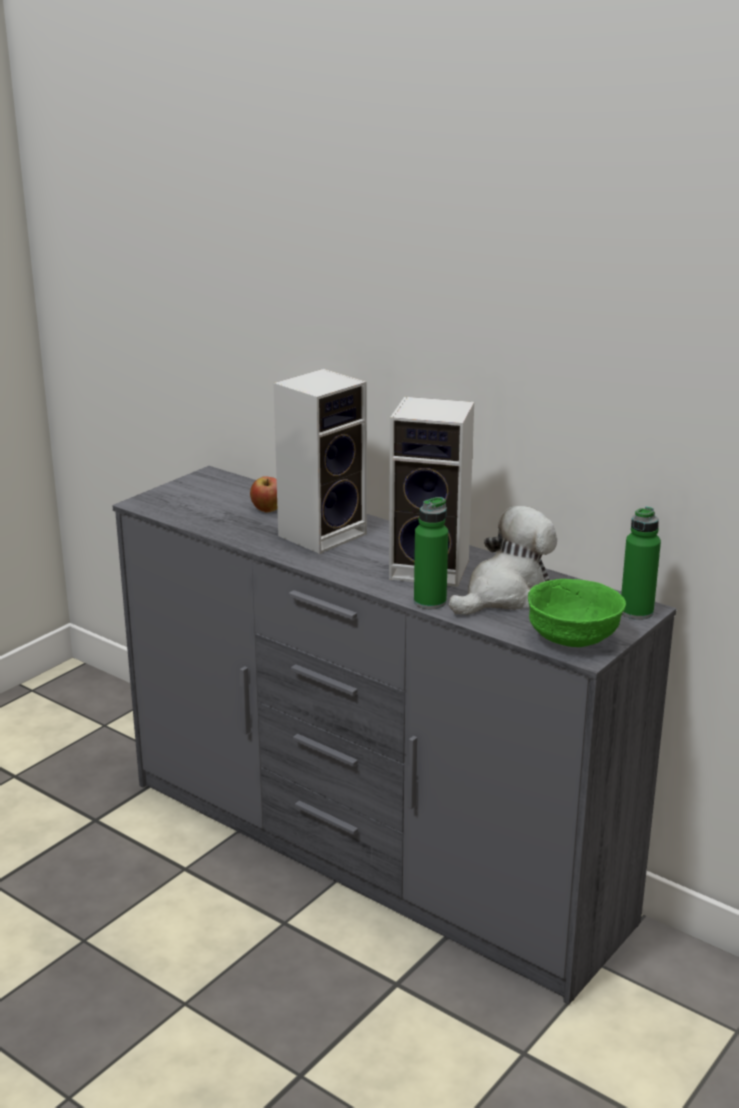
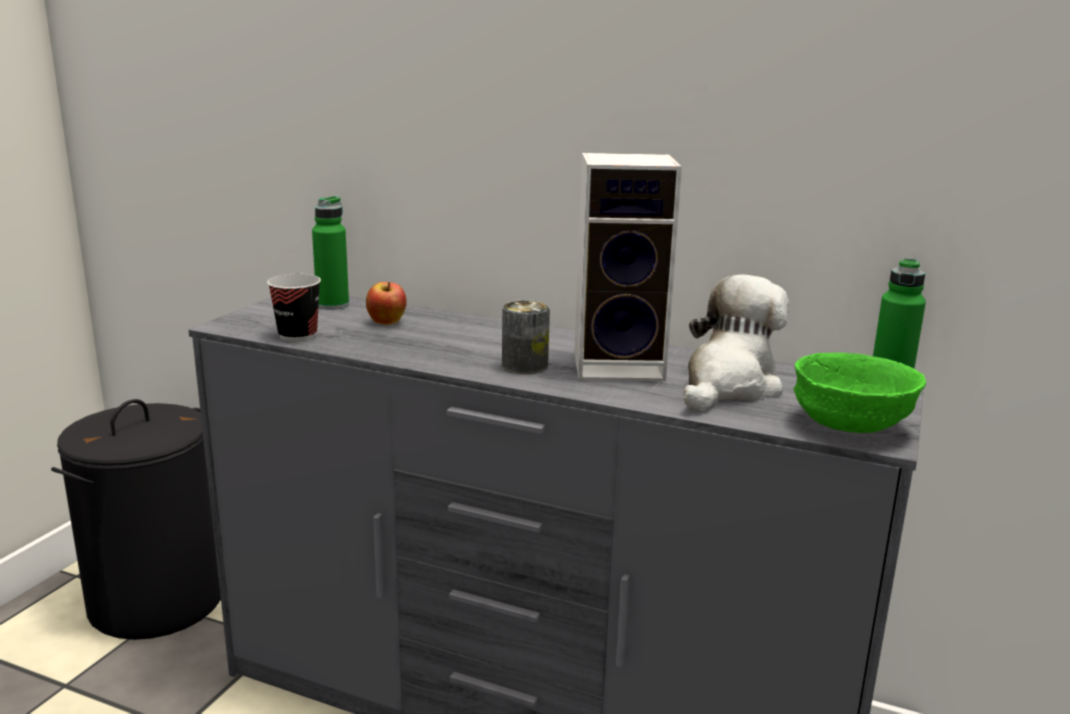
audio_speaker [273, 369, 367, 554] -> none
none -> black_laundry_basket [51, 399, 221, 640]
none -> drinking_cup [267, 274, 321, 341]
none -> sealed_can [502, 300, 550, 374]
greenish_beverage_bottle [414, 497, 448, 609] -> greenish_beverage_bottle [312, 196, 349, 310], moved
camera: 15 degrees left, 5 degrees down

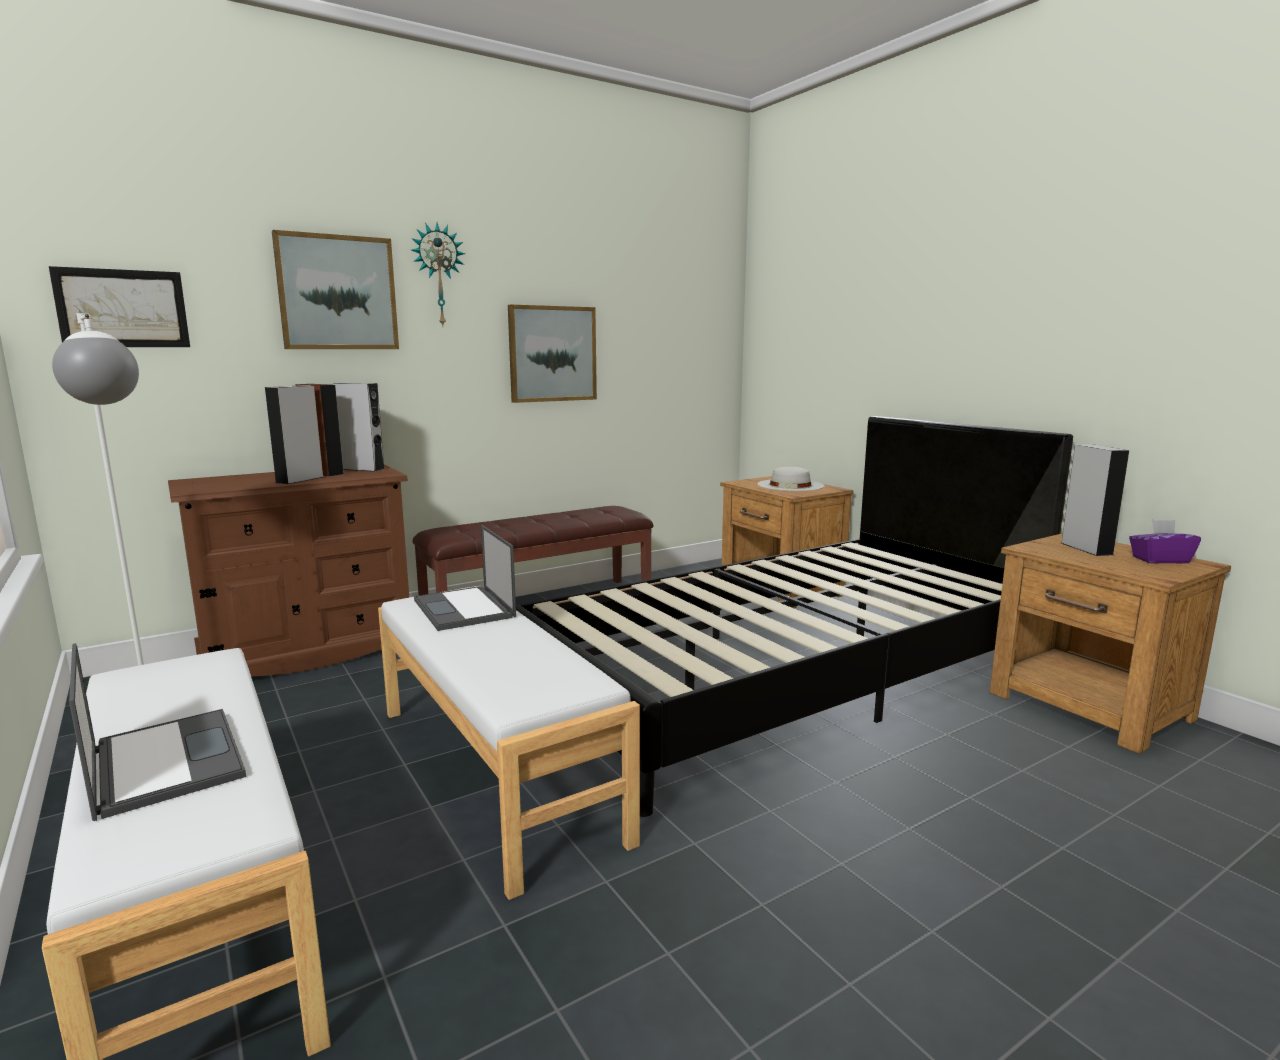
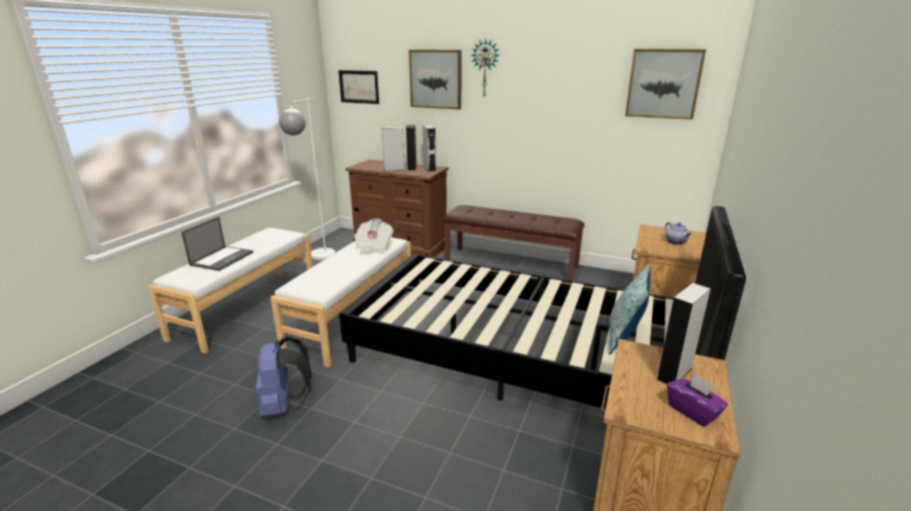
none -> bluish_rucksack [255, 336, 311, 417]
none -> throw_pillow [608, 264, 650, 354]
wall_picture [508, 305, 597, 403] -> wall_picture [625, 49, 706, 120], moved
portable_computer [414, 525, 516, 631] -> newspaper [354, 219, 393, 255]
white-coloured_wearable_hat [757, 467, 824, 491] -> pot_for_tea [665, 222, 692, 245]
camera: 55 degrees right, 10 degrees up

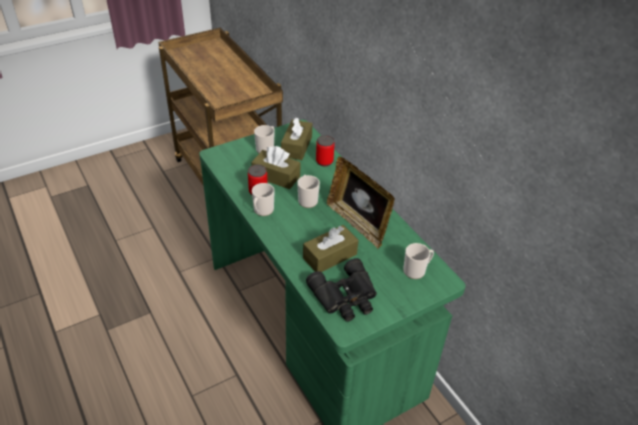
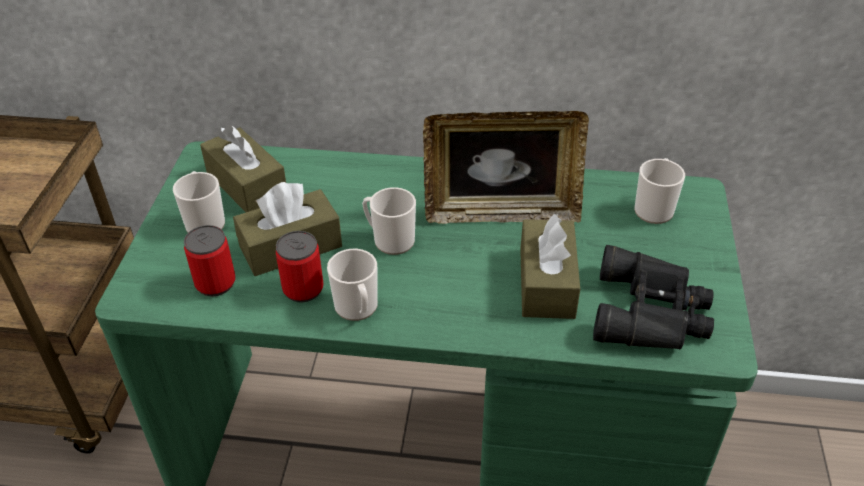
sealed_can [316, 135, 335, 166] -> sealed_can [184, 225, 235, 296], moved
camera: 50 degrees left, 0 degrees up

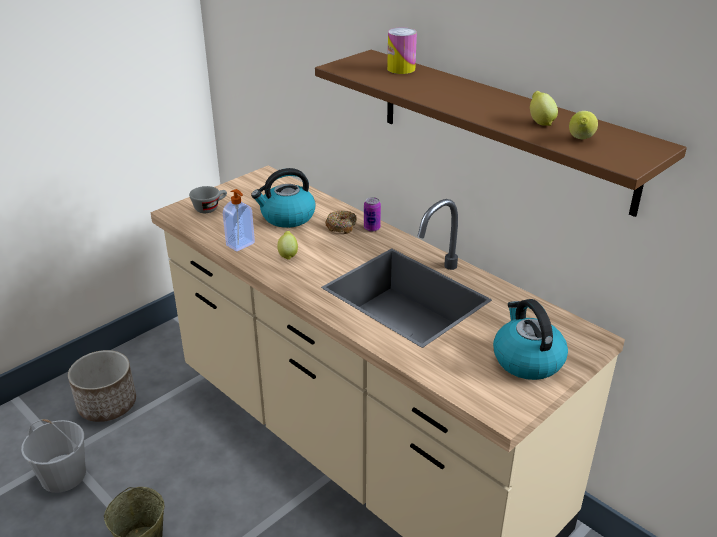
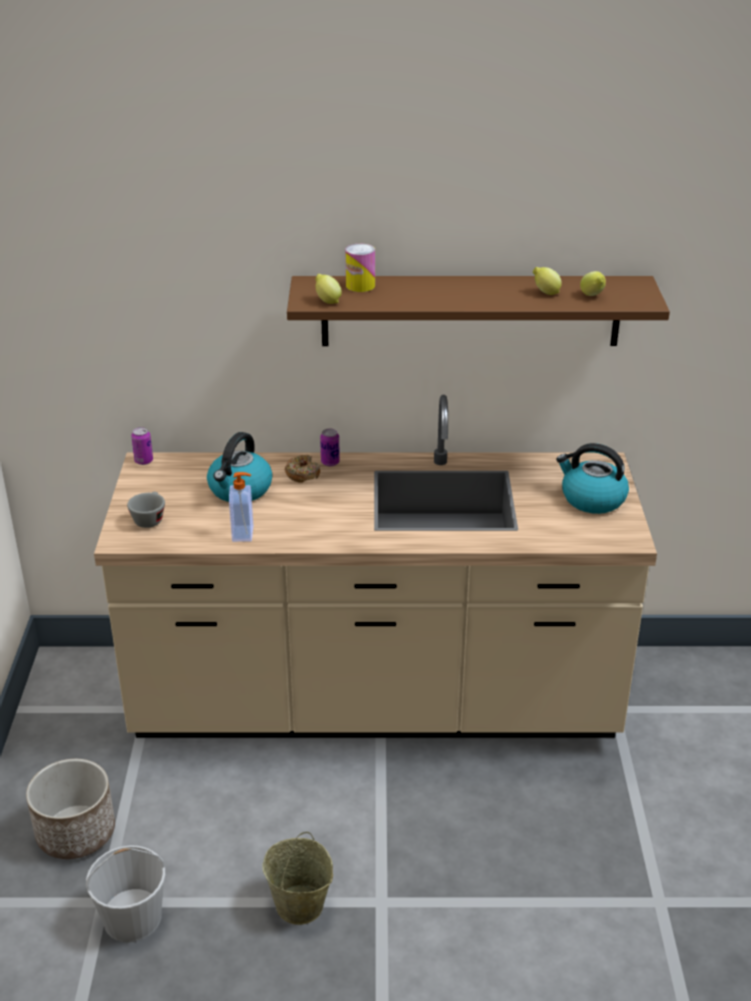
none -> sealed_can [131, 427, 153, 465]
citrus_fruit [277, 231, 298, 260] -> citrus_fruit [315, 274, 342, 304], moved
camera: 45 degrees left, 0 degrees up

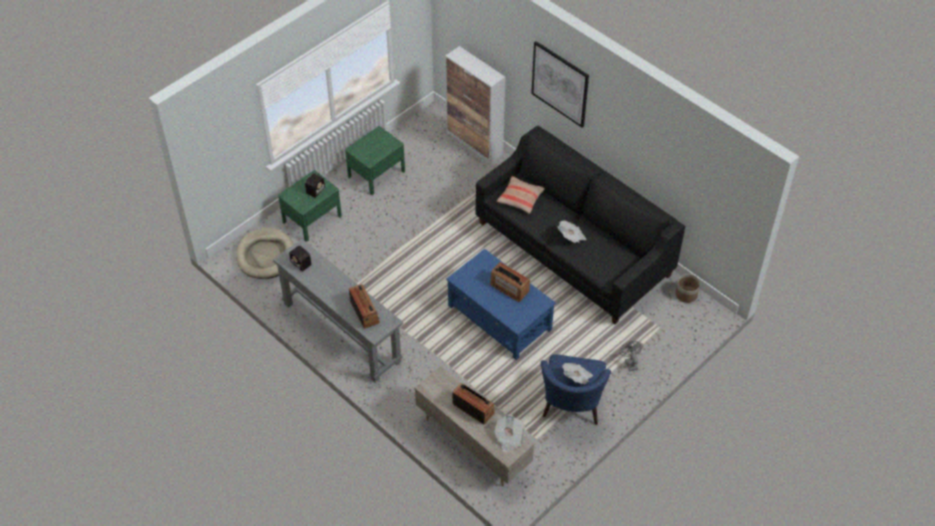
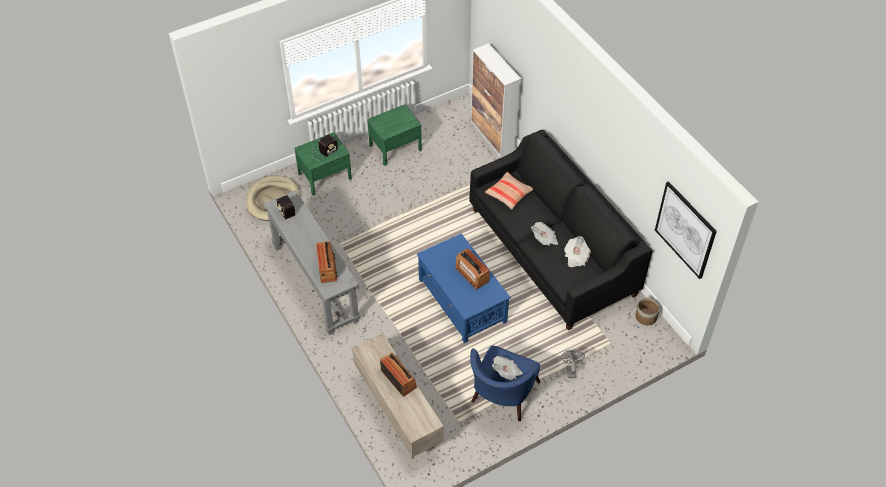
newspaper [494, 414, 525, 452] -> newspaper [564, 236, 591, 267], moved
wall_picture [531, 41, 589, 128] -> wall_picture [655, 181, 717, 279], moved
camera: 15 degrees right, 0 degrees up

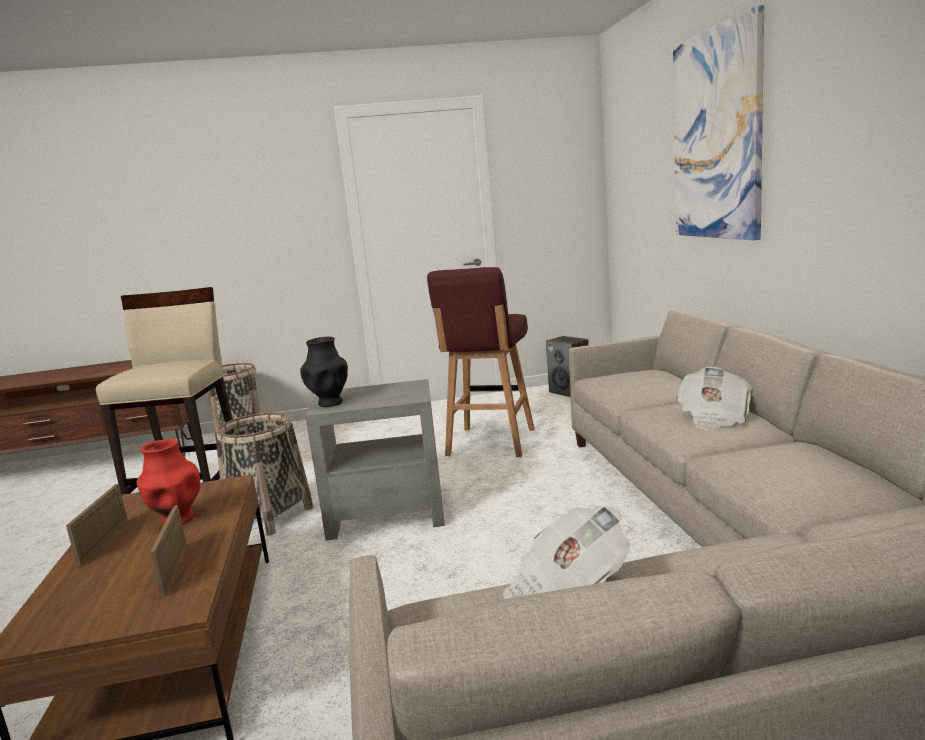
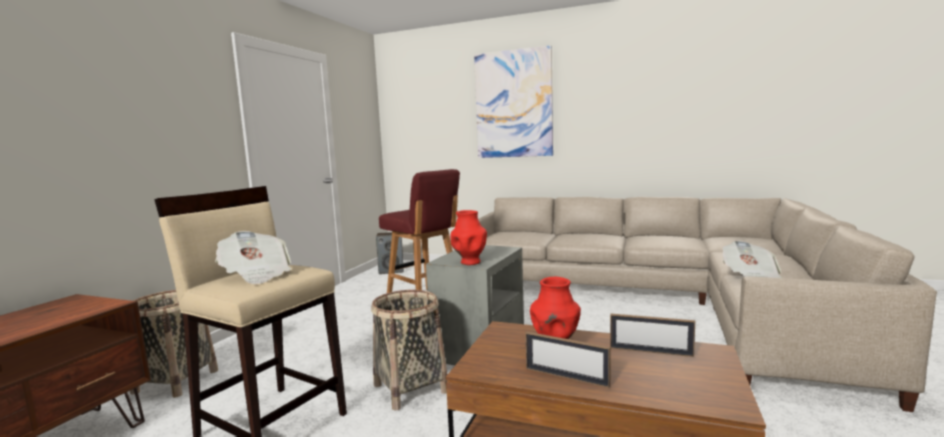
newspaper [676, 367, 752, 430] -> newspaper [216, 231, 292, 284], moved
black_vase [300, 337, 348, 407] -> reddish_vase [450, 210, 487, 265]
camera: 60 degrees left, 5 degrees down

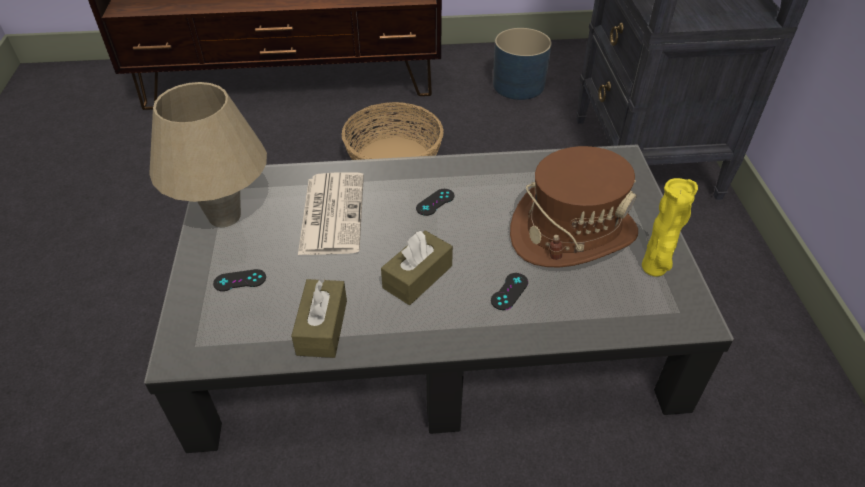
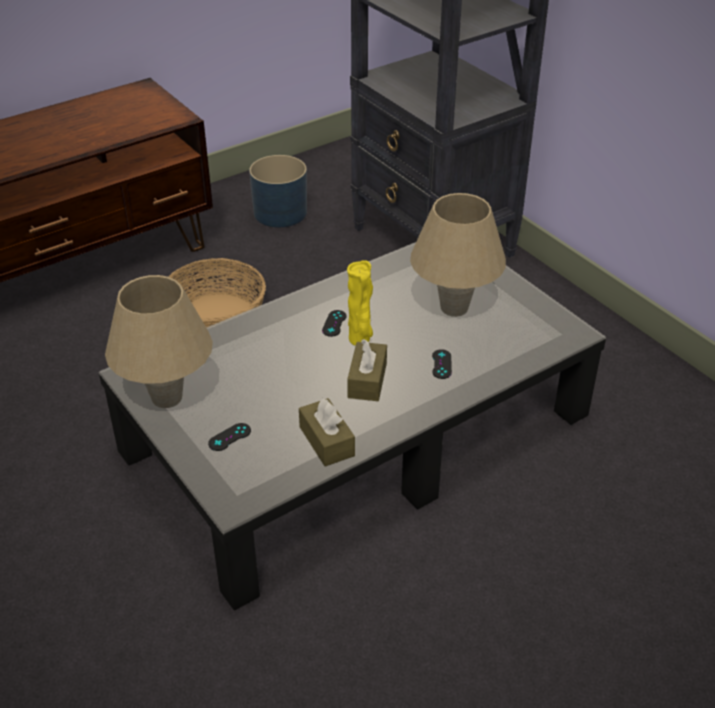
newspaper [298, 172, 364, 255] -> none
yellow-coloured_vase [642, 178, 698, 276] -> yellow-coloured_vase [347, 260, 373, 346], moved
brown-coloured_wearable_hat [510, 146, 638, 268] -> beige_lamp_for_a_table [410, 193, 506, 317]
camera: 30 degrees left, 5 degrees down

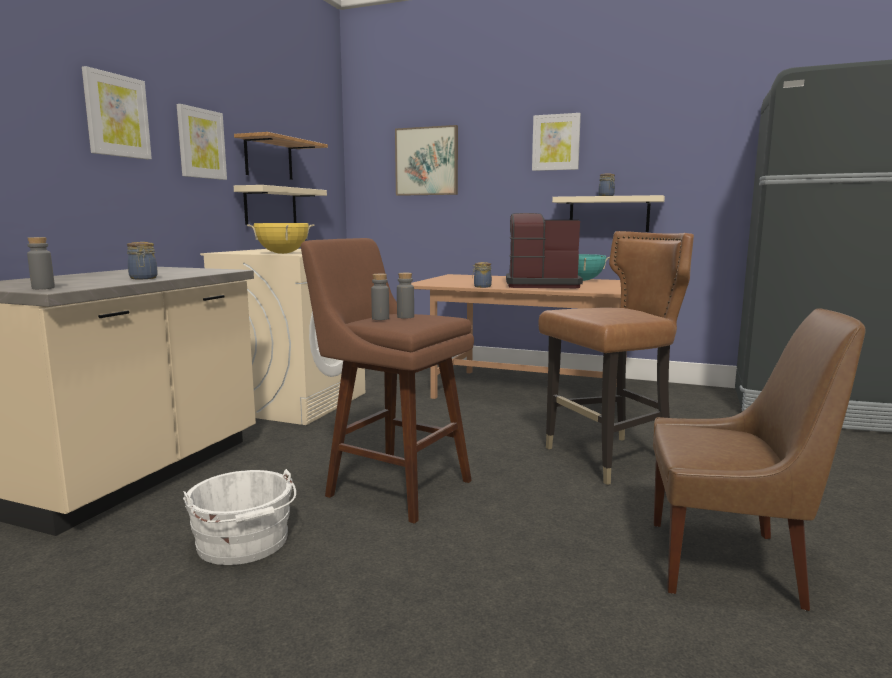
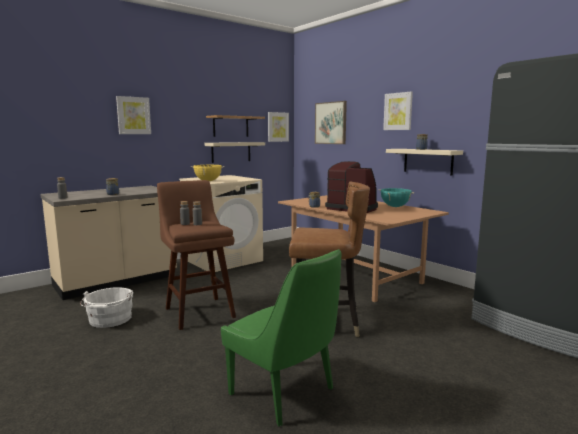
wall_picture [177, 104, 227, 180] -> wall_picture [268, 112, 289, 142], moved
brown-coloured_upright_chair [653, 308, 866, 611] -> greenish_upright_chair [221, 249, 341, 426]
camera: 30 degrees right, 0 degrees up

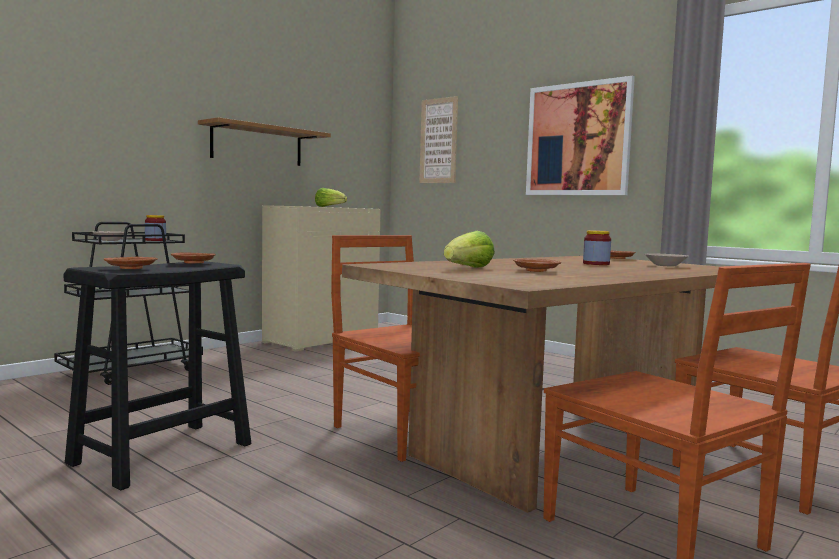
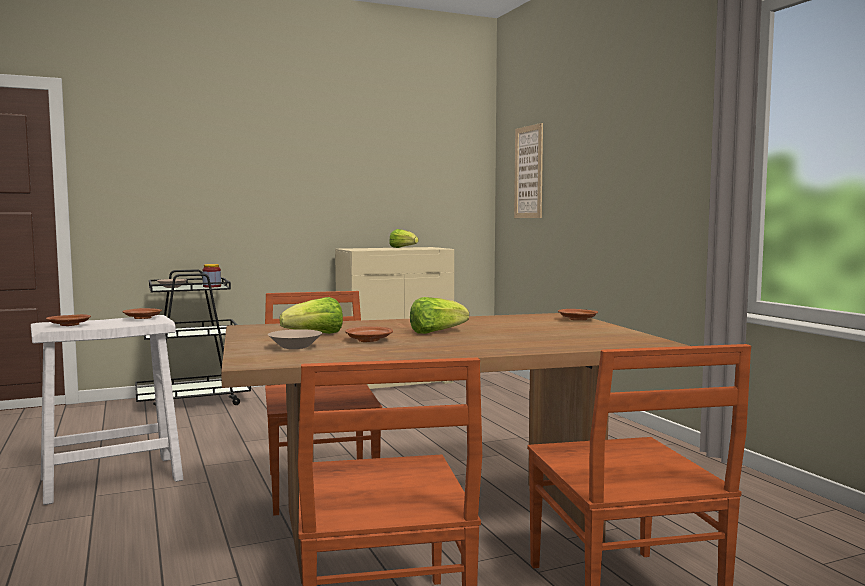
shelf [198, 117, 331, 166] -> none
wall_picture [526, 76, 635, 195] -> none
storage_jar [583, 230, 611, 265] -> none
none -> lettuce_head [410, 297, 469, 334]
beige_deep_dish [645, 253, 689, 266] -> beige_deep_dish [268, 329, 322, 349], moved
black_sitting_stool [64, 261, 251, 490] -> white-coloured_sitting_stool [31, 315, 183, 505]
camera: 25 degrees right, 0 degrees up

